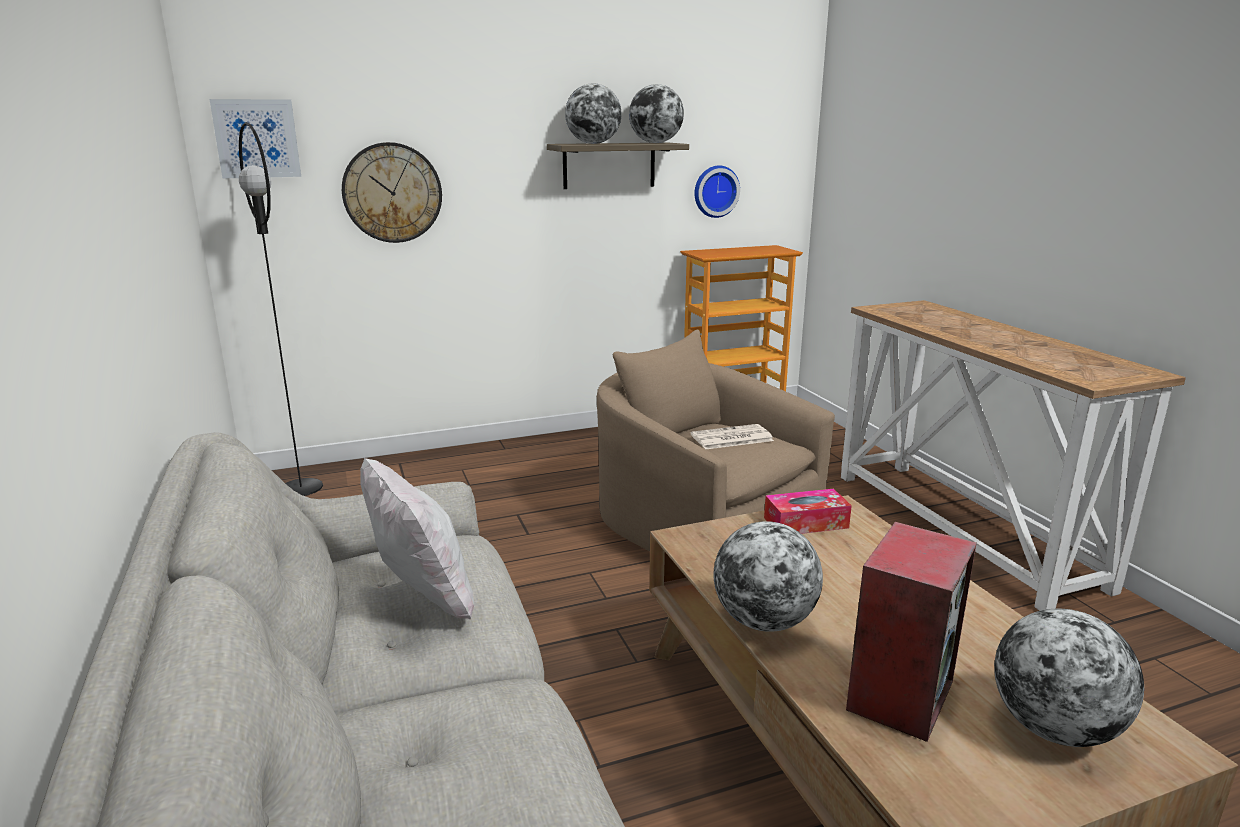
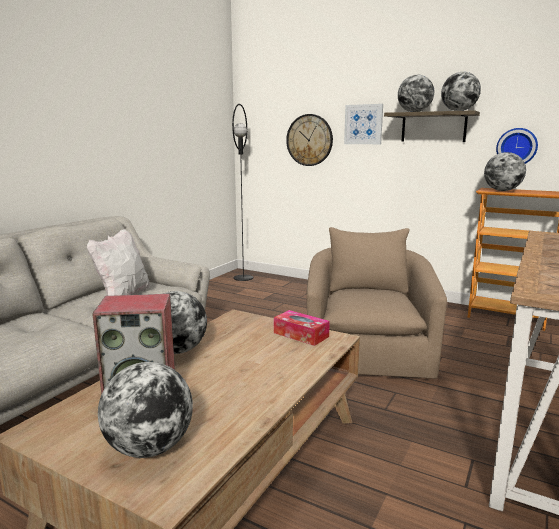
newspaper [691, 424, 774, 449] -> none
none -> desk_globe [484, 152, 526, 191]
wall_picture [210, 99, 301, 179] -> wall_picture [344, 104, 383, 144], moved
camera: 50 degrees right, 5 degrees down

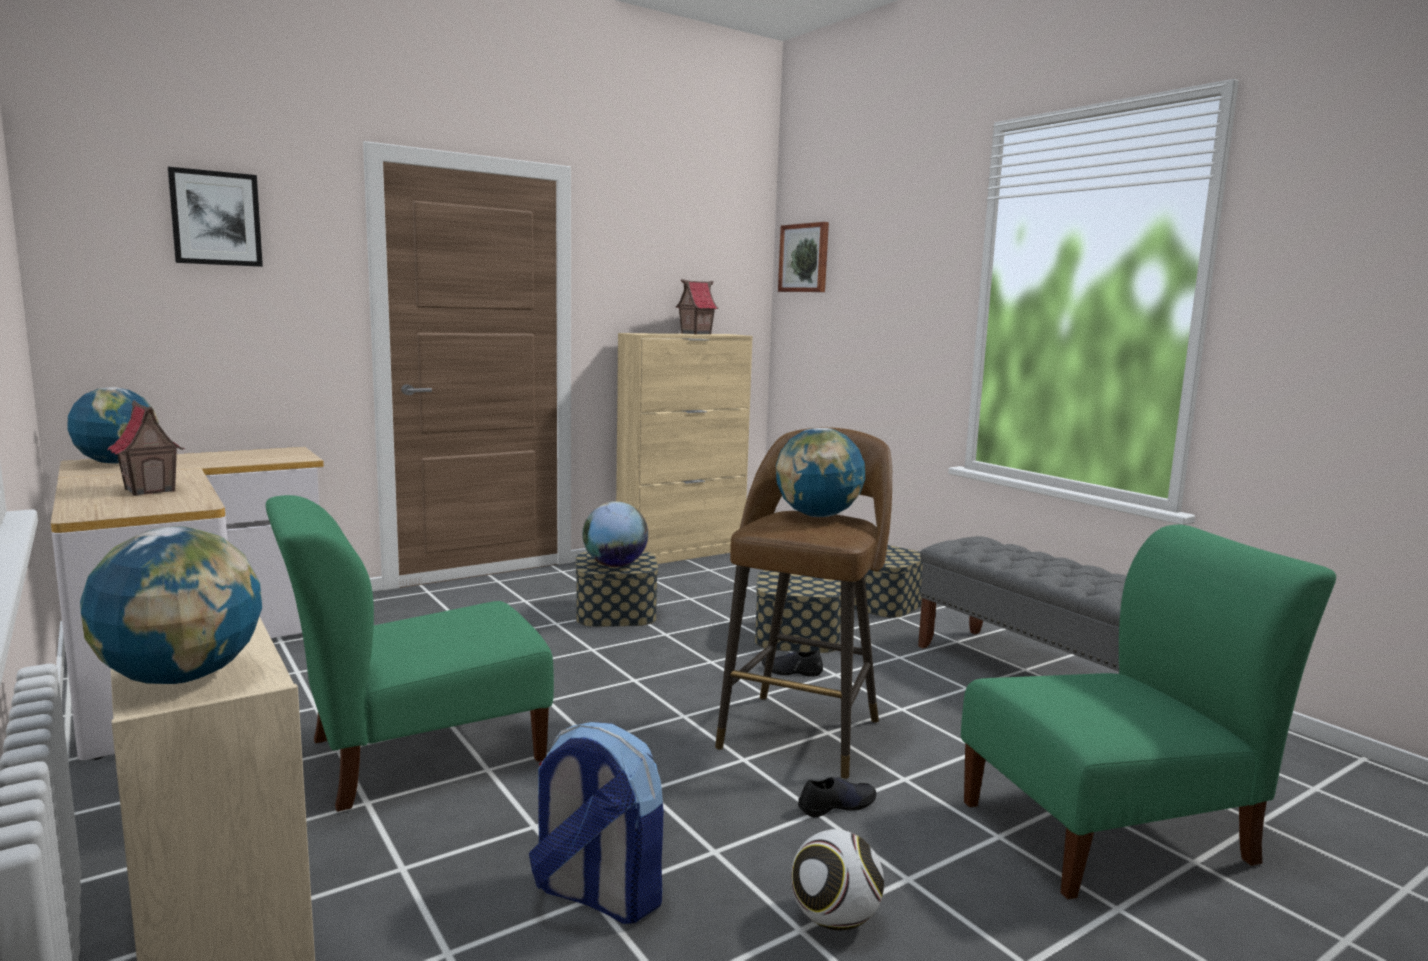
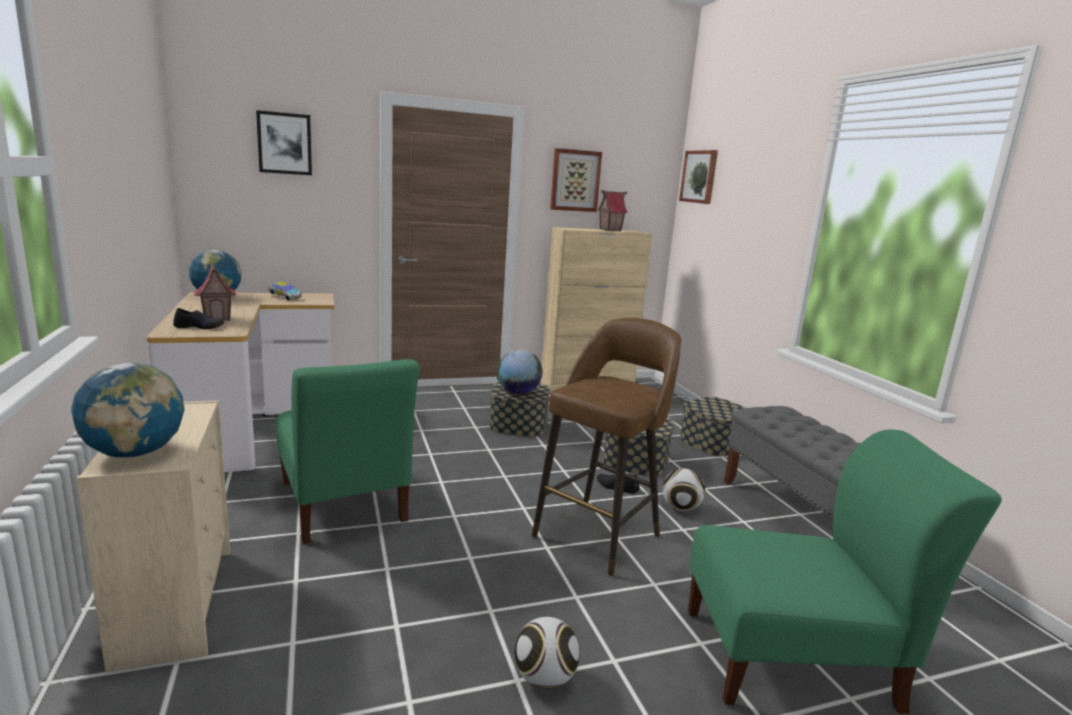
rucksack [529, 722, 663, 924] -> none
desk_globe [776, 428, 865, 517] -> none
none -> miniature_car [268, 281, 302, 300]
none -> wall_picture [550, 148, 602, 212]
none -> ball_for_football [663, 468, 705, 511]
black_shoe [798, 777, 876, 817] -> black_shoe [173, 308, 224, 329], moved
greenish_upright_chair [266, 495, 554, 812] -> greenish_upright_chair [276, 359, 420, 544], 105 degrees counterclockwise
camera: 15 degrees right, 5 degrees up

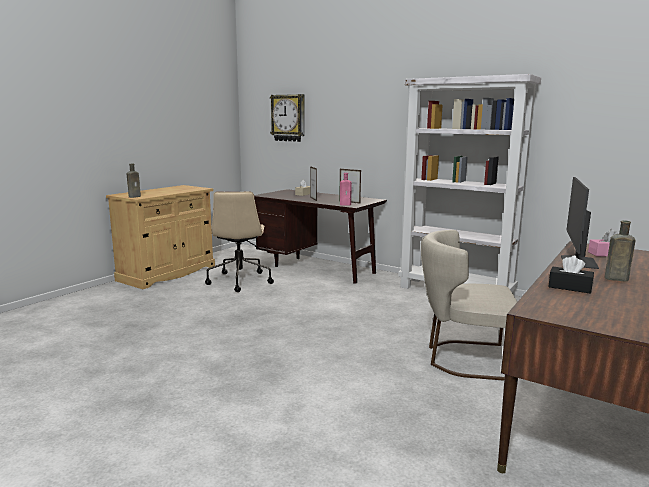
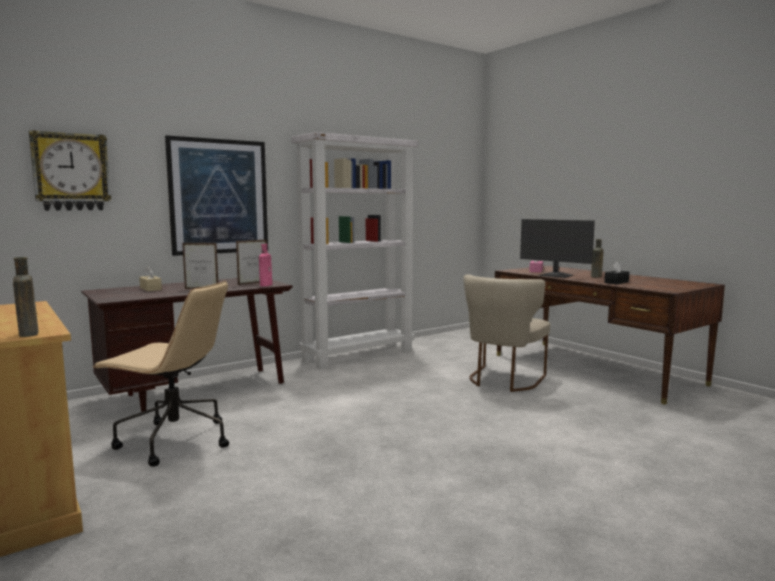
none -> wall_picture [165, 135, 268, 256]
camera: 70 degrees left, 5 degrees down

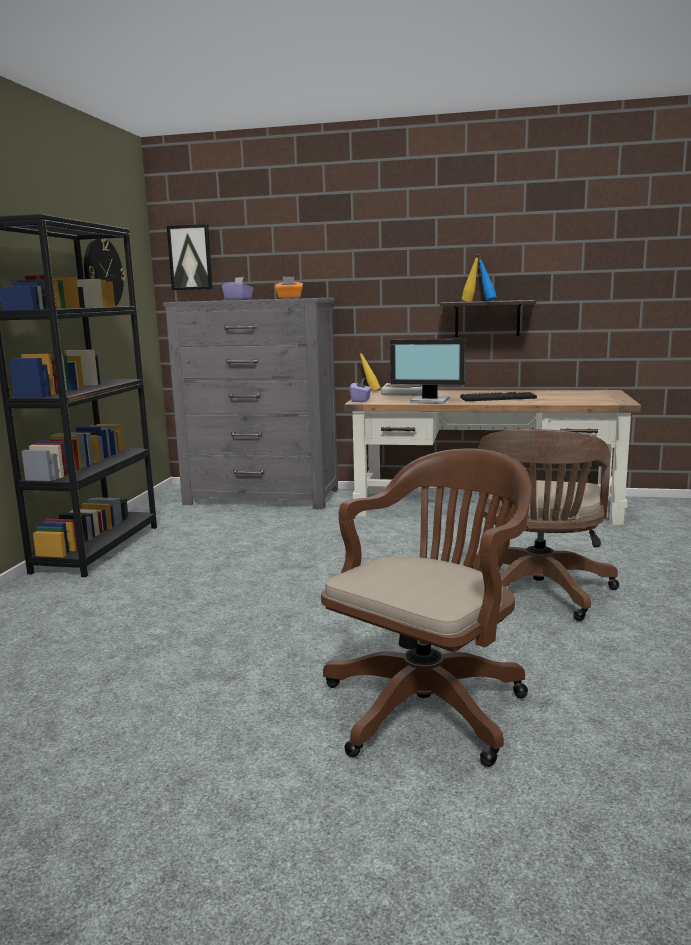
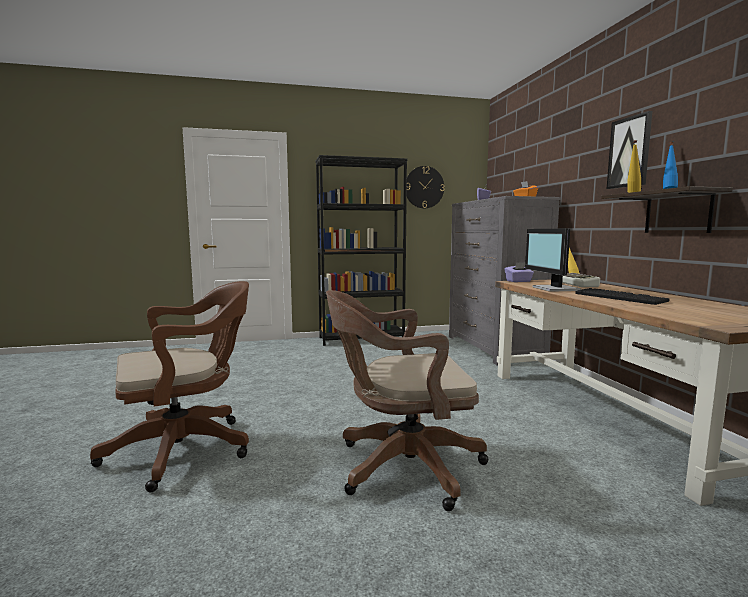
wall_picture [167, 224, 213, 290] -> wall_picture [607, 111, 652, 189], moved
brown-coloured_office_chair [321, 449, 532, 767] -> brown-coloured_office_chair [90, 281, 249, 492], 45 degrees counterclockwise
camera: 65 degrees right, 5 degrees down

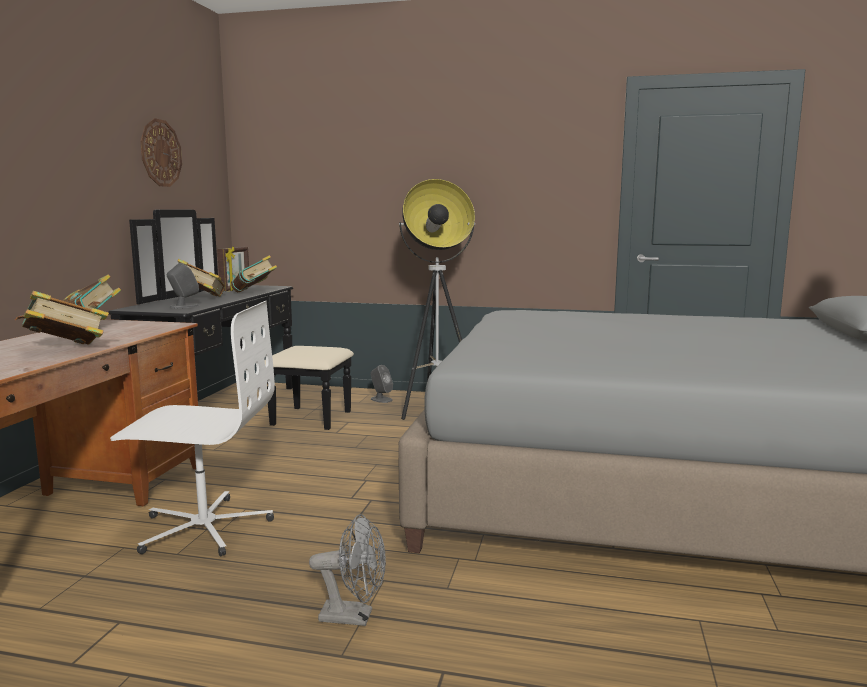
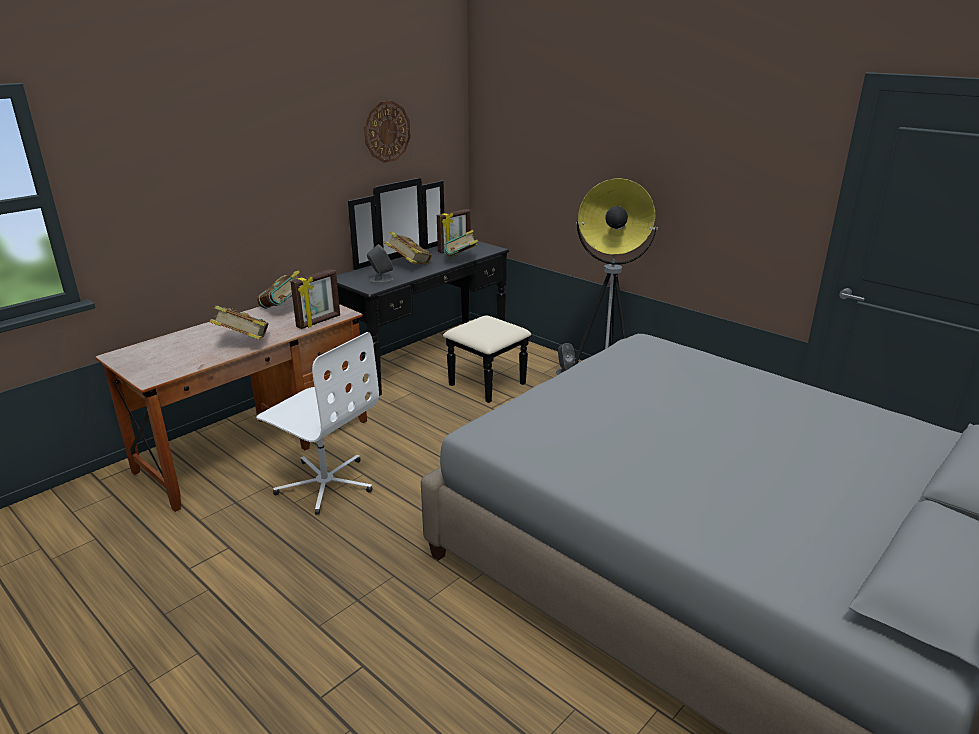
greyish_cooling_fan [309, 514, 386, 626] -> none
none -> picture_frame [290, 269, 340, 329]
camera: 30 degrees right, 15 degrees up

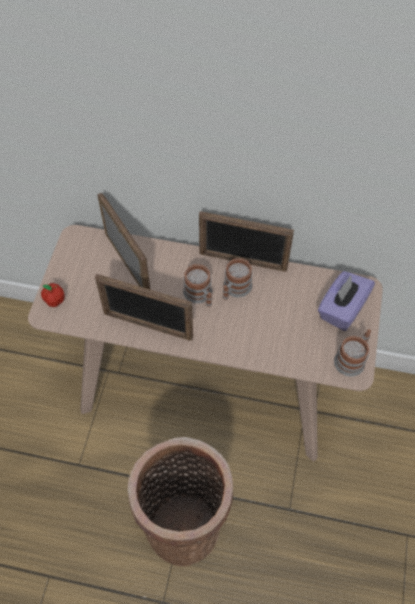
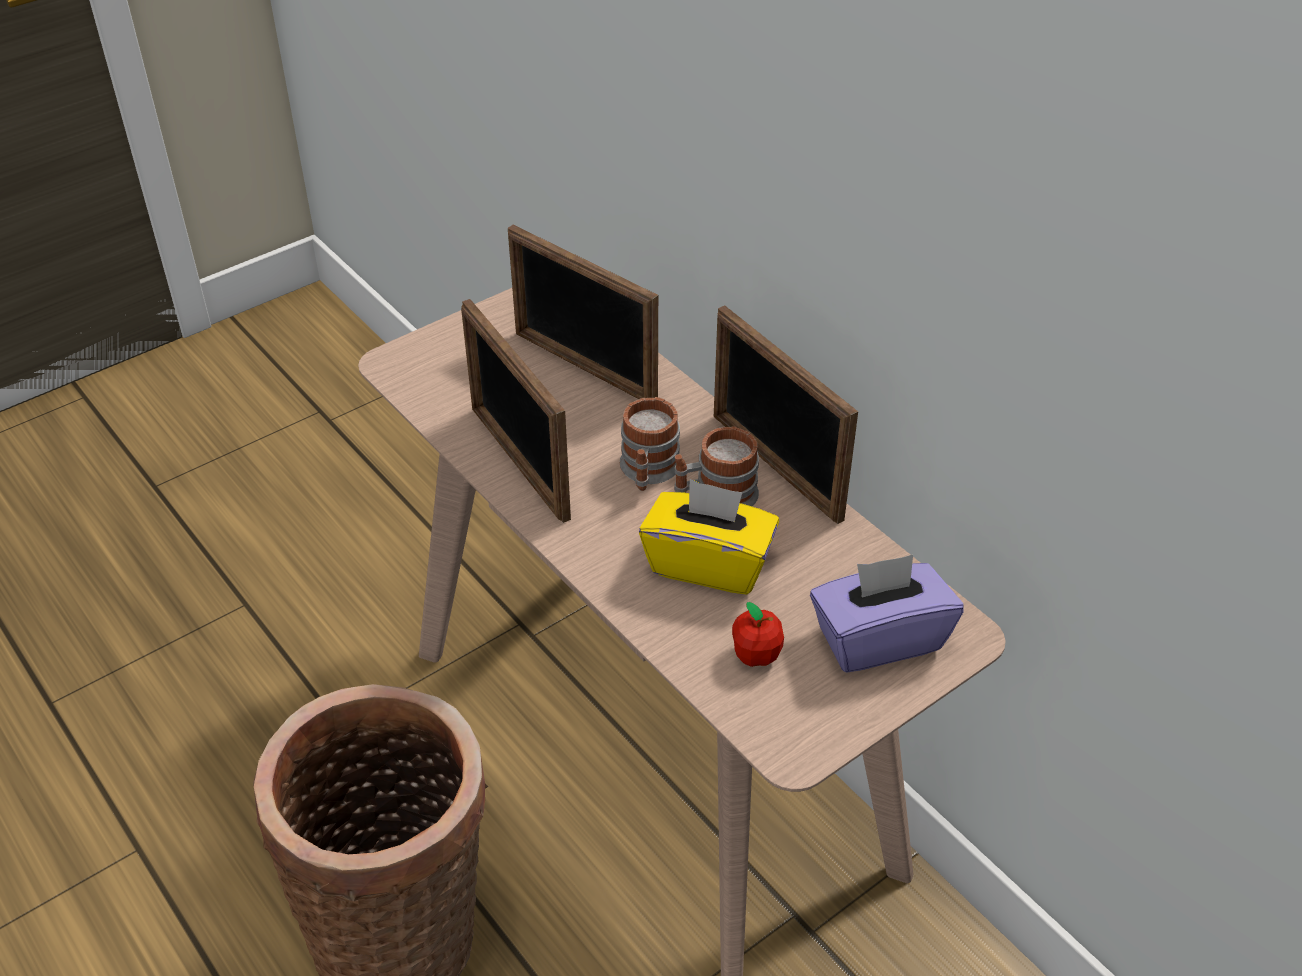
mug [334, 329, 371, 377] -> none
none -> yellow-coloured_tissue_box [639, 479, 779, 595]
apple_fruit [41, 283, 65, 307] -> apple_fruit [732, 602, 784, 667], moved
picture_frame [97, 193, 150, 289] -> picture_frame [508, 225, 658, 399], 120 degrees clockwise
camera: 40 degrees right, 15 degrees down

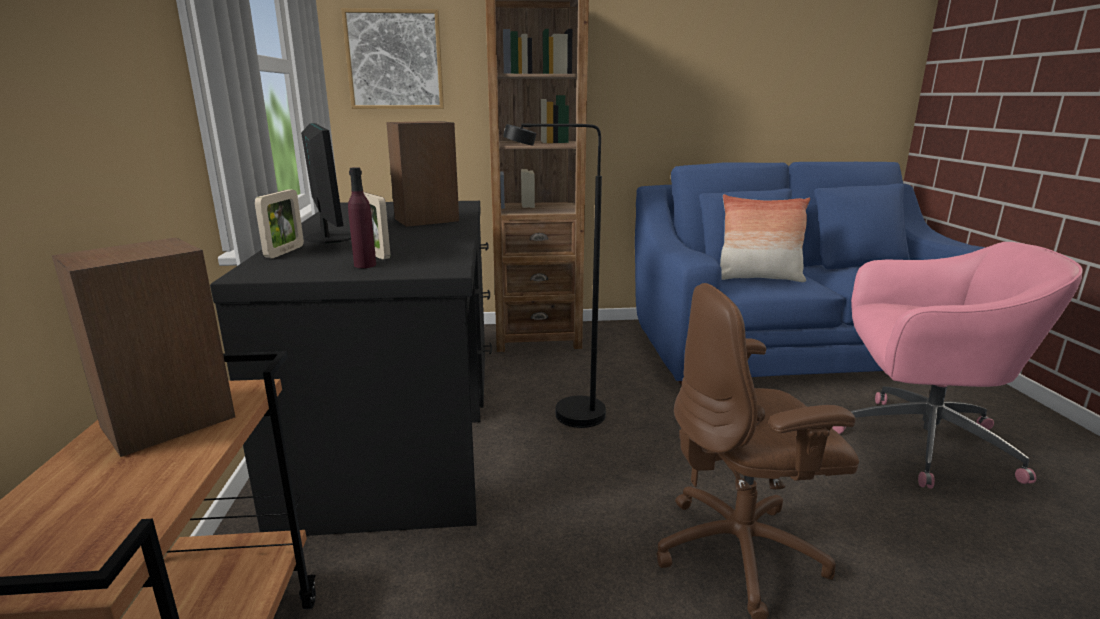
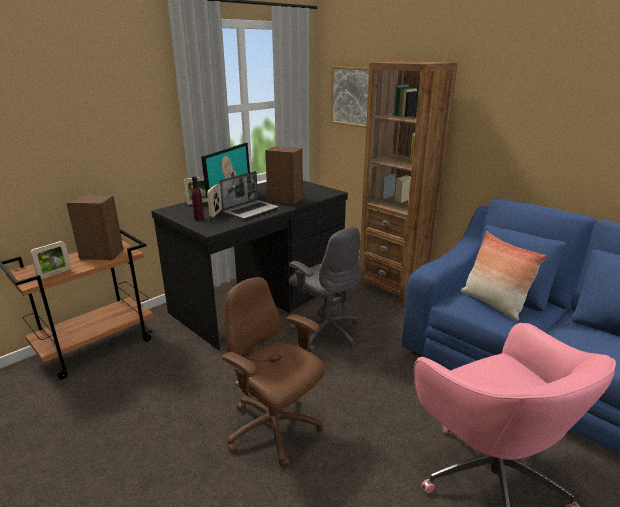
none -> picture_frame [30, 241, 71, 279]
none -> portable_computer [220, 171, 279, 219]
black_standing_lamp [503, 124, 606, 428] -> greyish_office_chair [289, 227, 361, 352]
camera: 50 degrees right, 5 degrees up

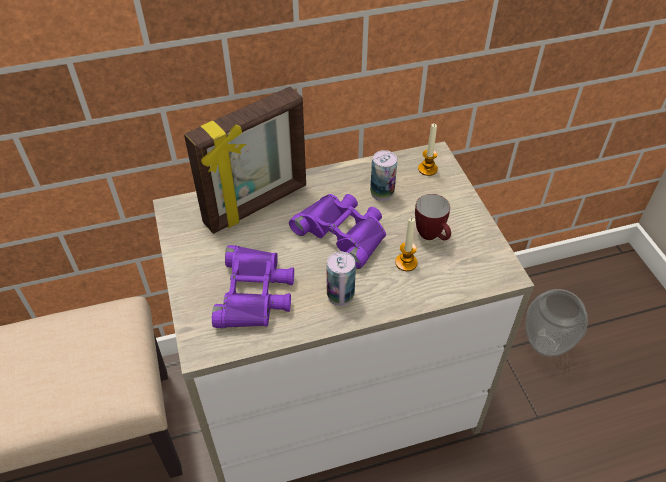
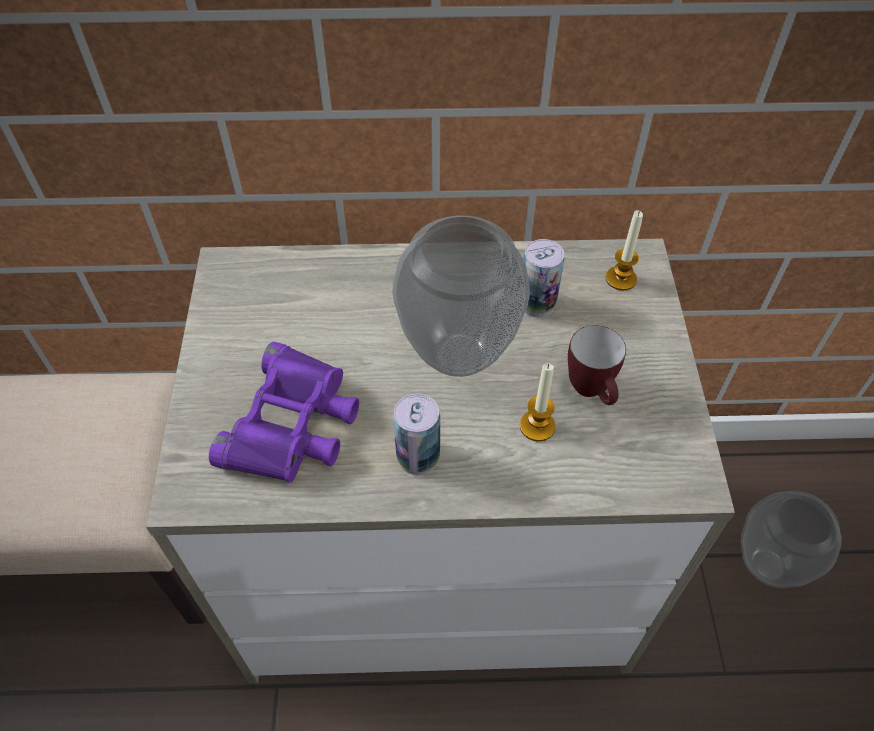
picture_frame [184, 87, 306, 234] -> none
purple_pair_of_binoculars [289, 194, 386, 269] -> vase [392, 216, 530, 377]
camera: 15 degrees right, 5 degrees up

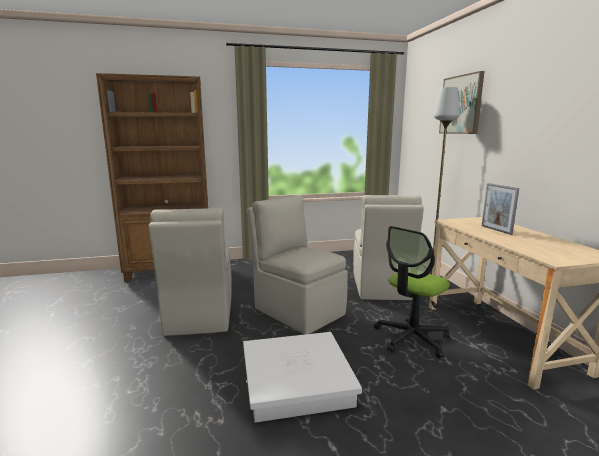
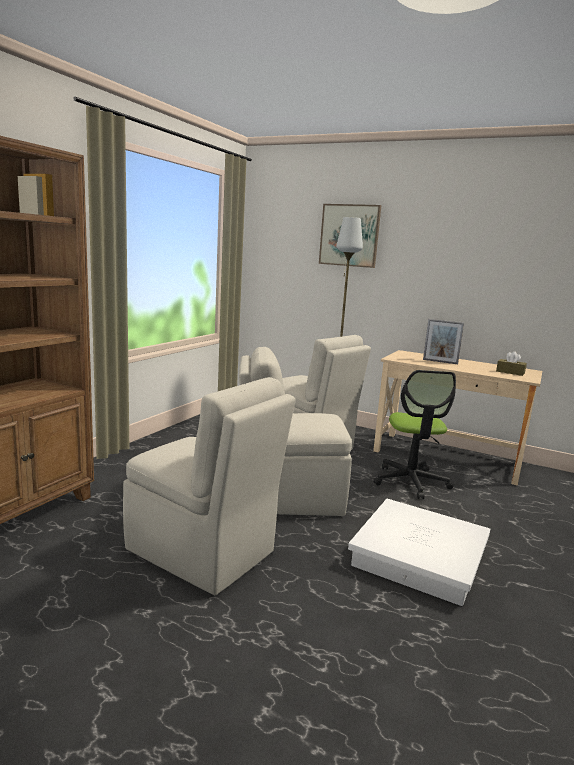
none -> brown-coloured_tissue_box [496, 351, 527, 376]
camera: 50 degrees left, 0 degrees up

